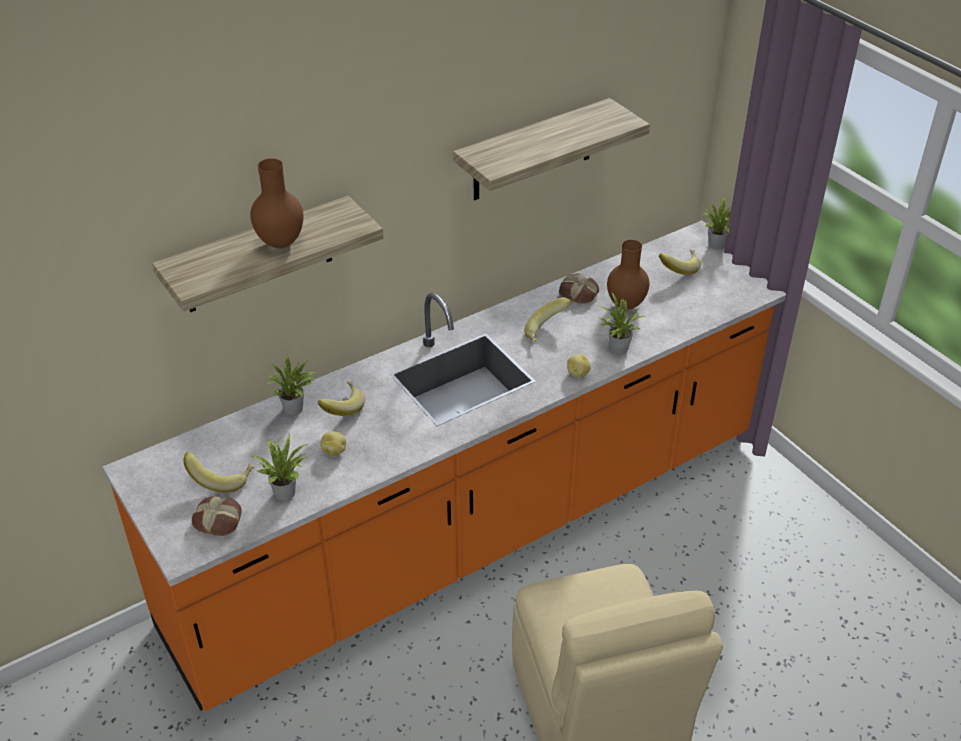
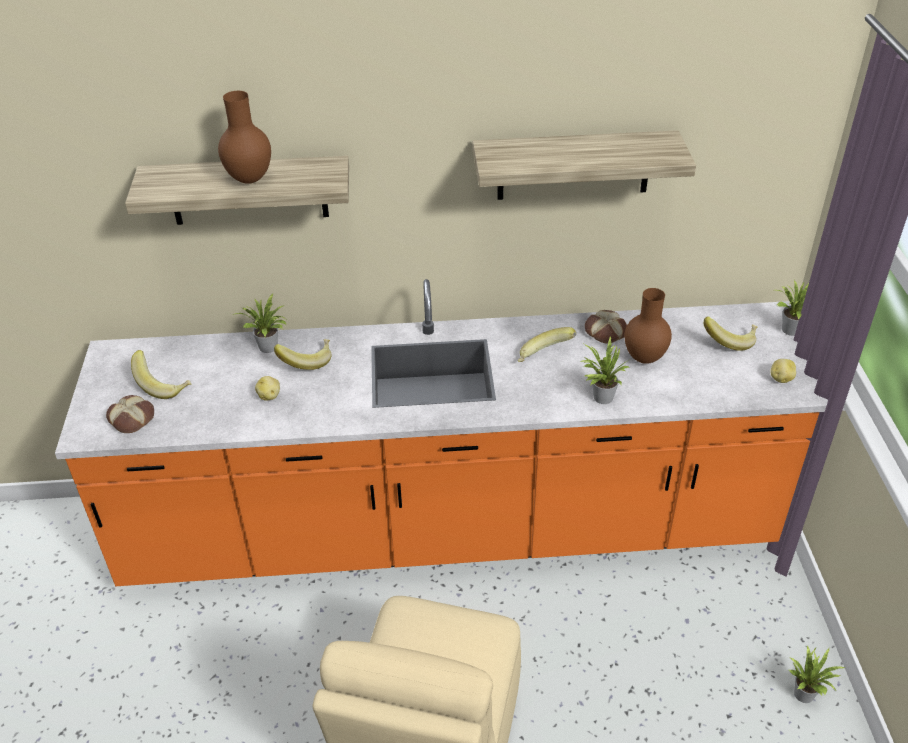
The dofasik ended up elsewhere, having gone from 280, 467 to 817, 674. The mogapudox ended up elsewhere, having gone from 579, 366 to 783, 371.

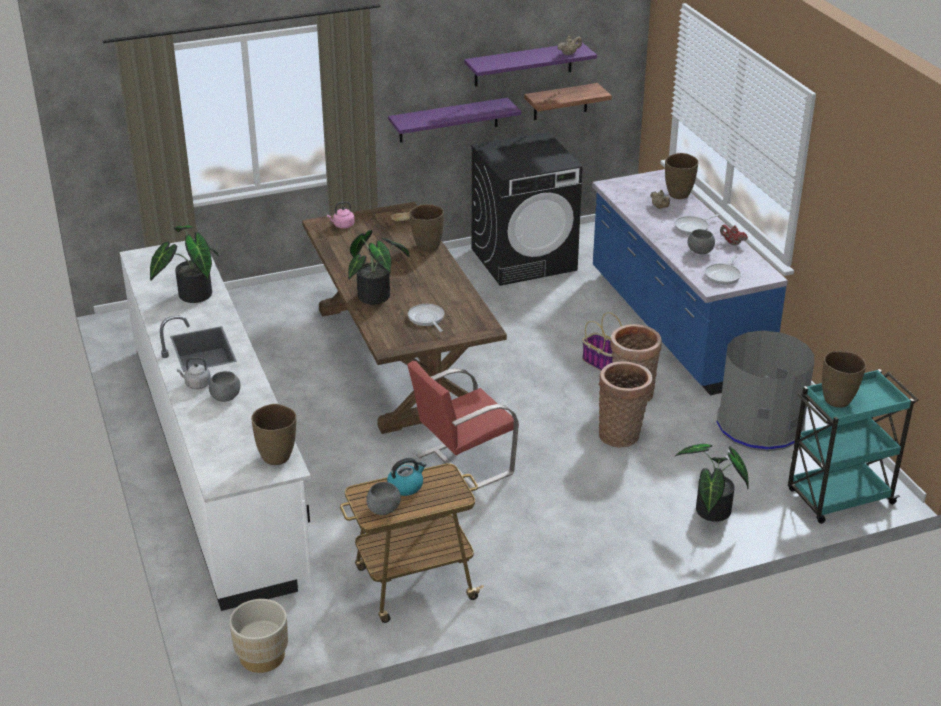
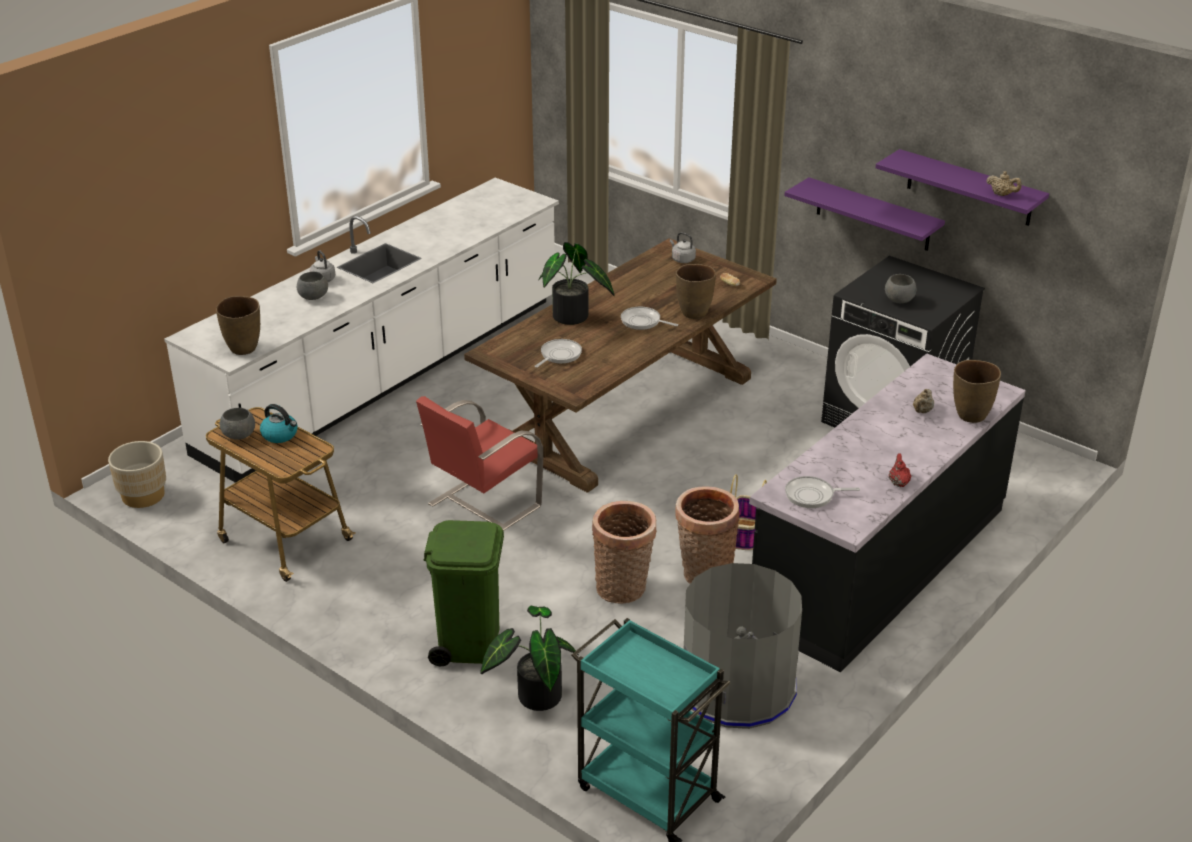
The second view lost the dofasik at 184, 264. The second view lost the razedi at 568, 101. The second view lost the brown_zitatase at 844, 379. The second view gained the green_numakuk at 464, 593. The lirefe ended up elsewhere, having gone from 697, 224 to 649, 318. The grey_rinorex ended up elsewhere, having gone from 701, 241 to 900, 288. What was the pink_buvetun at 341, 215 turned into the grey_buvetun at 683, 247. What was the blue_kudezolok at 690, 282 turned into the black_kudezolok at 887, 512. The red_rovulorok at 463, 425 ended up facing another way, 75 degrees counterclockwise from before.

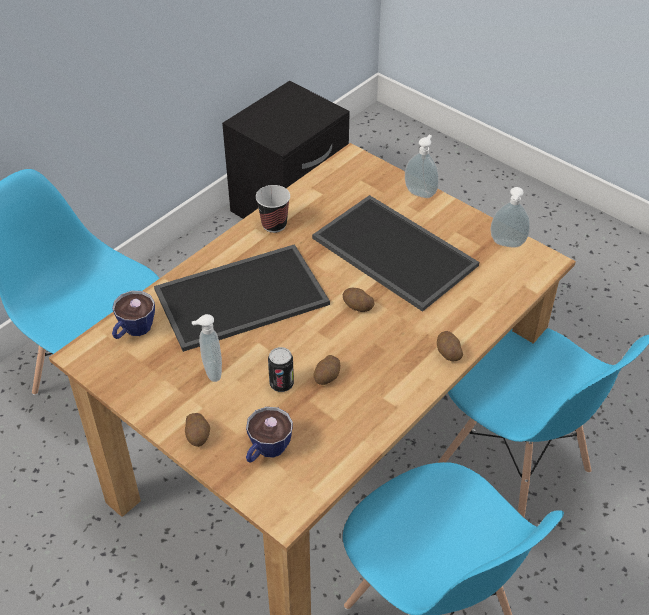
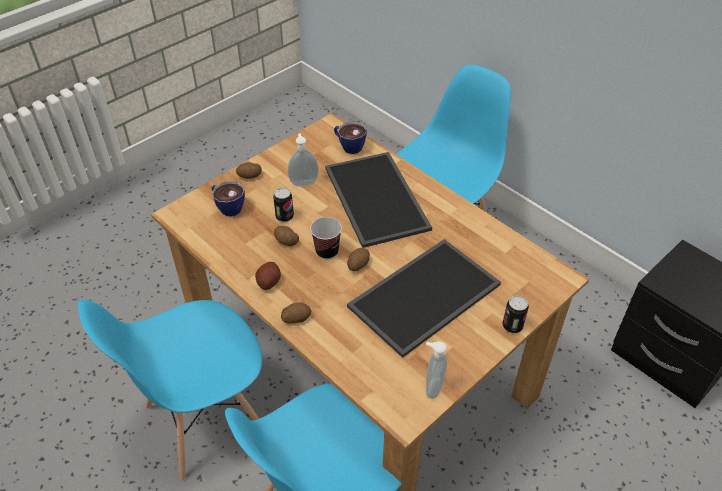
The second view gained the mogapudox at 268, 276. The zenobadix ended up elsewhere, having gone from 273, 209 to 326, 238. Where the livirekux stood at 422, 166, the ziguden came to stand at 516, 314.

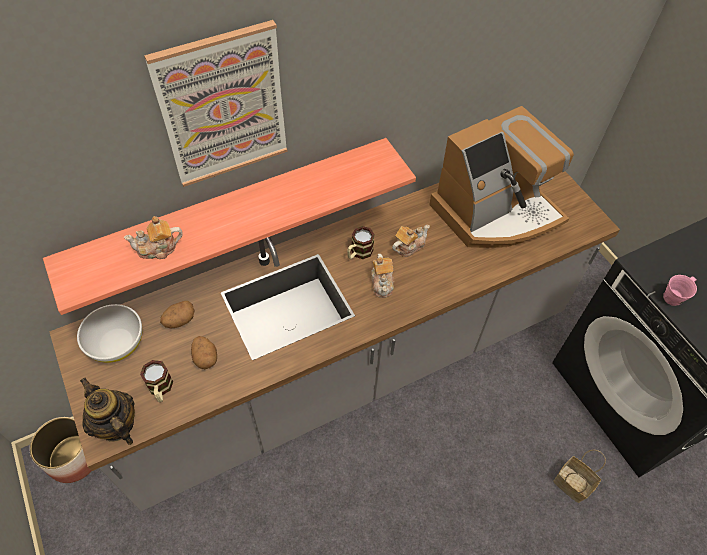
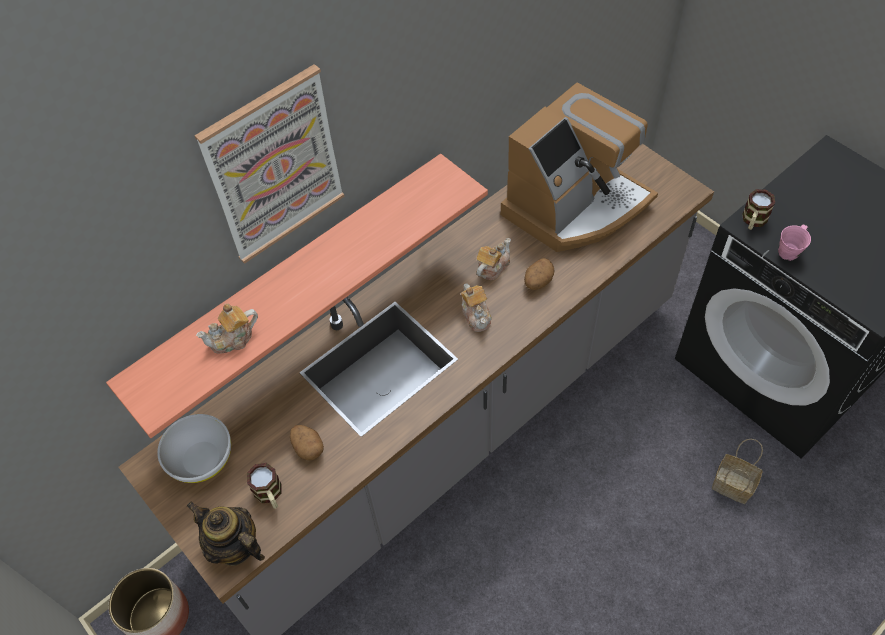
The mogapudox ended up elsewhere, having gone from 177, 314 to 539, 274. The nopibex ended up elsewhere, having gone from 360, 242 to 758, 209.

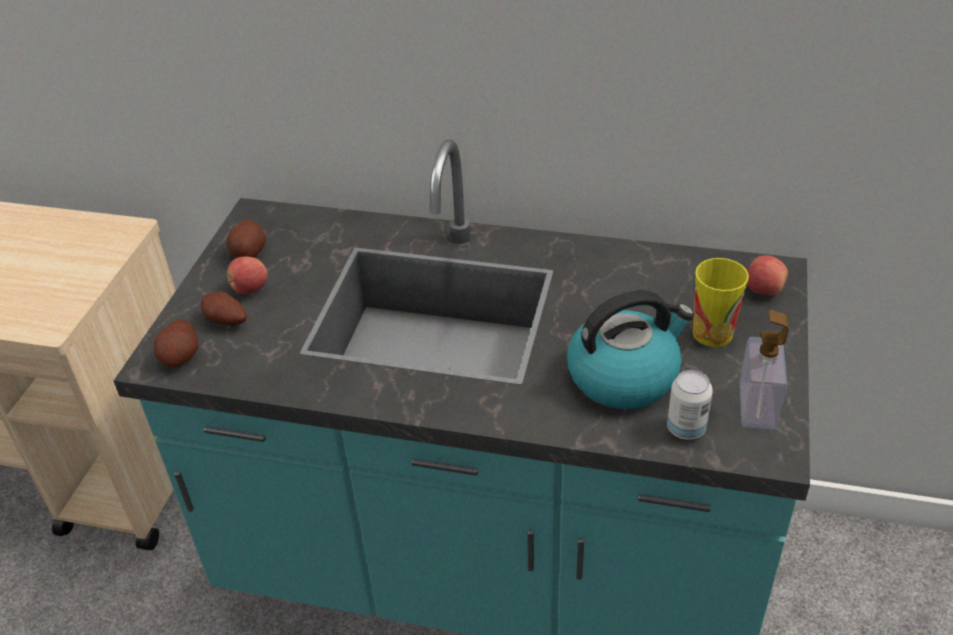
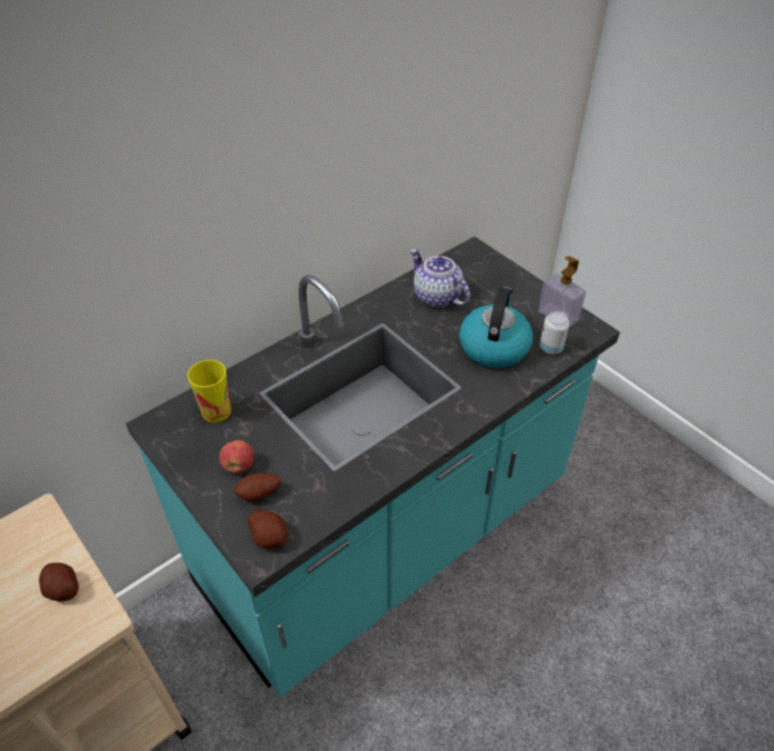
The second view lost the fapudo at 767, 275. The second view gained the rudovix at 440, 278. The mogapudox ended up elsewhere, having gone from 246, 239 to 59, 582. The zenobadix ended up elsewhere, having gone from 721, 302 to 209, 391.

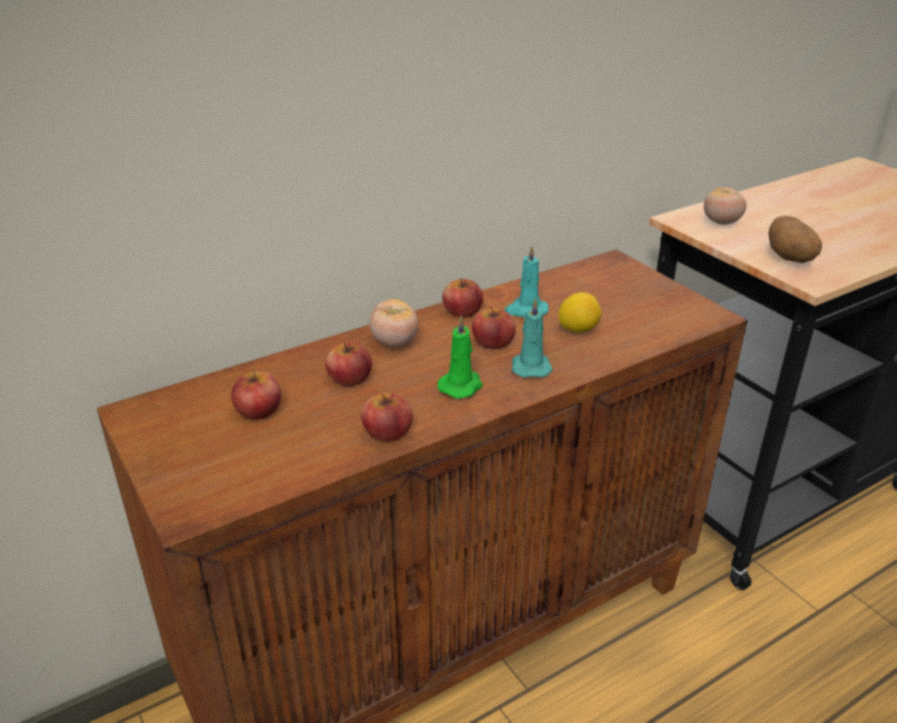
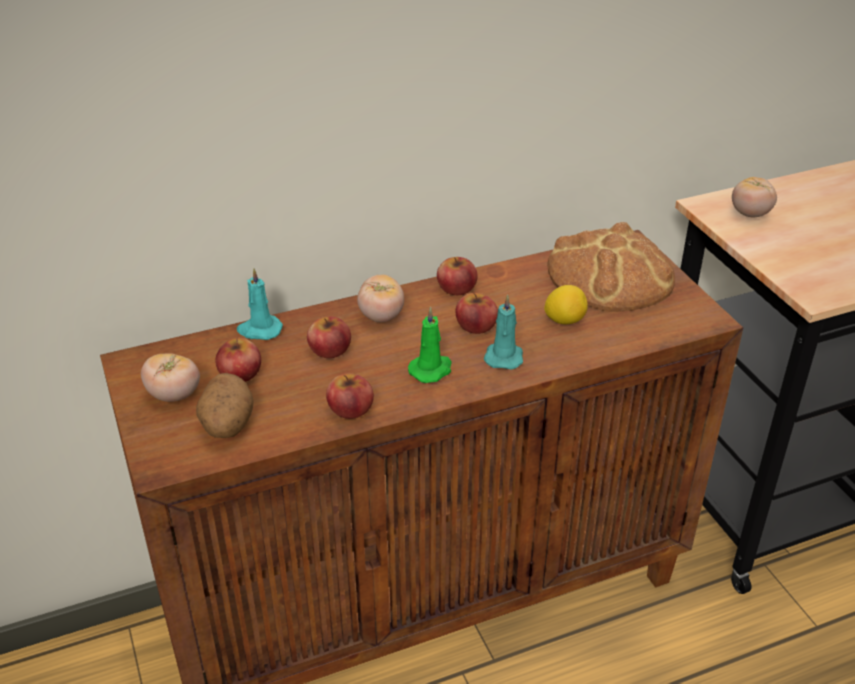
The second view gained the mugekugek at 170, 377. The second view gained the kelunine at 611, 267. The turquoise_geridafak ended up elsewhere, having gone from 526, 281 to 260, 304. The mogapudox ended up elsewhere, having gone from 795, 239 to 225, 405.

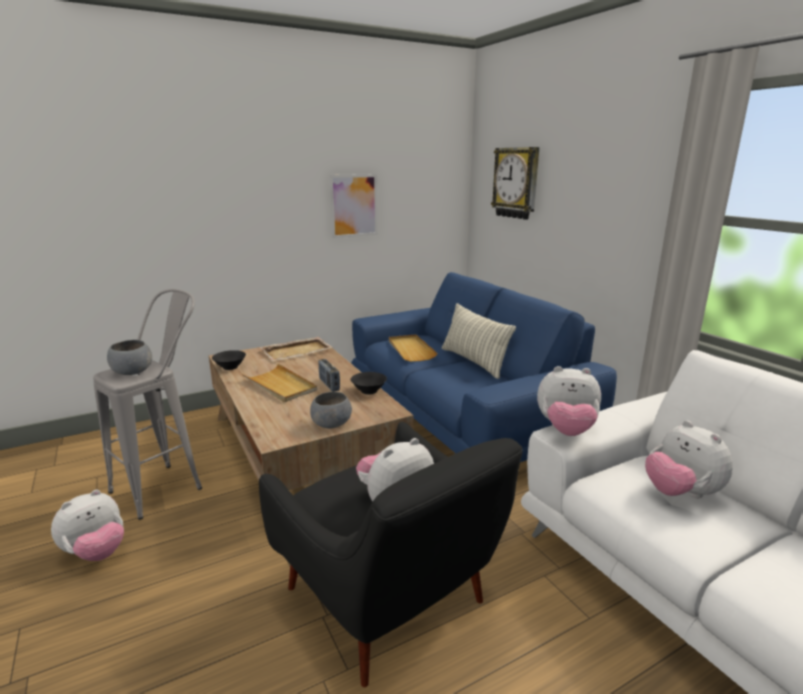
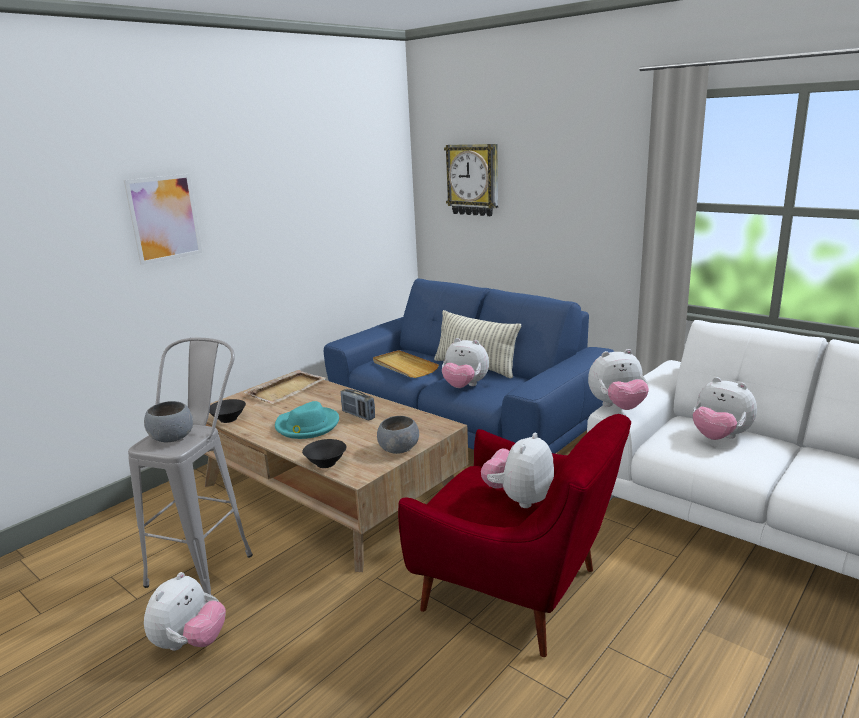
The second view gained the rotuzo at 465, 363. The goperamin ended up elsewhere, having gone from 353, 206 to 163, 219. The black_rinorex ended up elsewhere, having gone from 369, 383 to 324, 453. Where the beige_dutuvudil stood at 279, 383, the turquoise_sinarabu came to stand at 307, 420. What was the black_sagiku at 391, 554 turned into the red_sagiku at 514, 535.

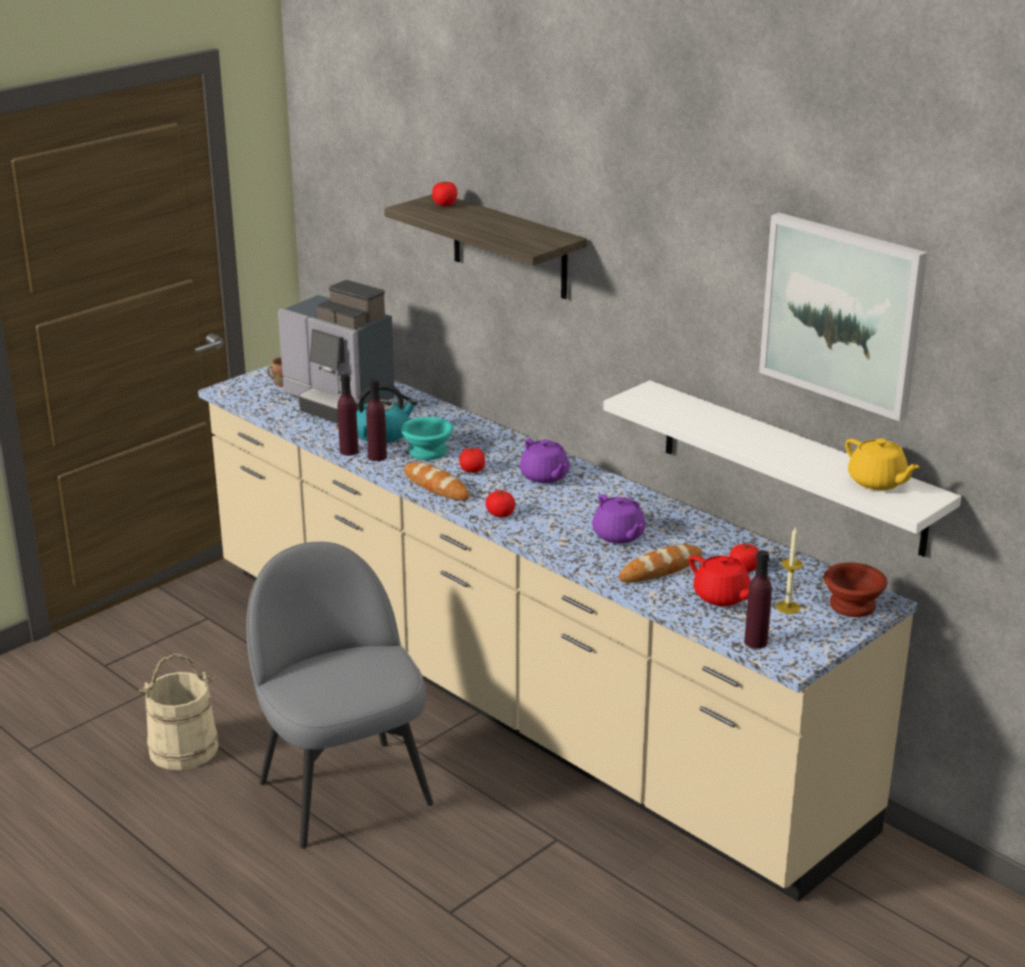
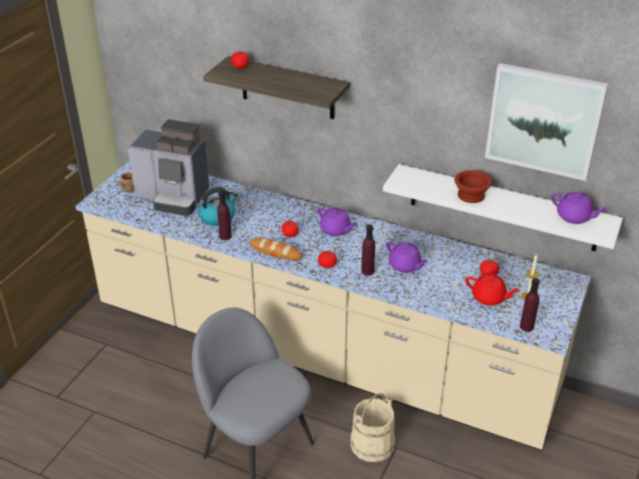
The second view lost the turquoise_rinorex at 427, 438. The second view lost the kelunine at 660, 563. The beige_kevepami ended up elsewhere, having gone from 179, 712 to 372, 427. The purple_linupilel ended up elsewhere, having gone from 348, 415 to 368, 250. The brown_rinorex ended up elsewhere, having gone from 855, 590 to 473, 186. What was the yellow_rudovix at 882, 464 turned into the purple_rudovix at 579, 208.

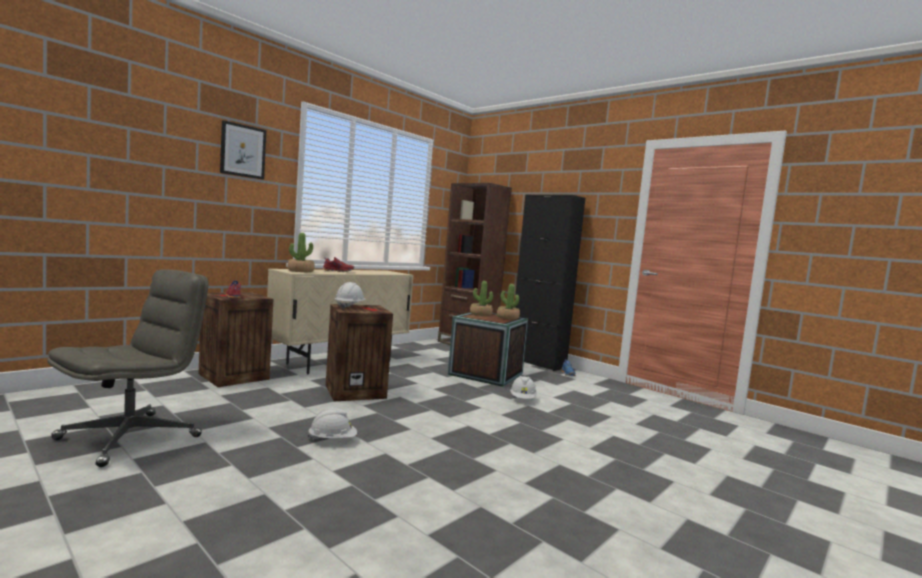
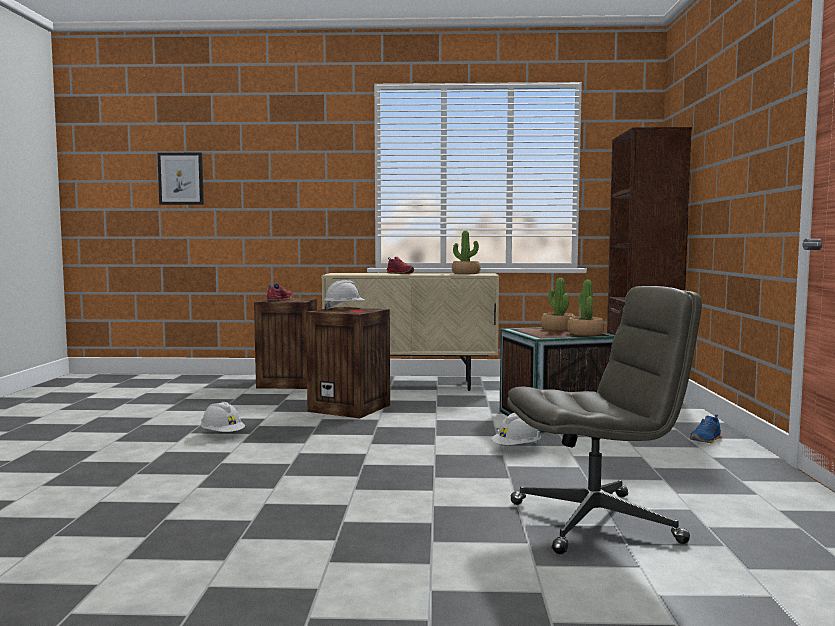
The second view lost the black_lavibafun at 550, 283. The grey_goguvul ended up elsewhere, having gone from 128, 368 to 604, 420. The goperamin ended up elsewhere, having gone from 243, 150 to 180, 179. The dofasik ended up elsewhere, having gone from 301, 252 to 466, 252.

